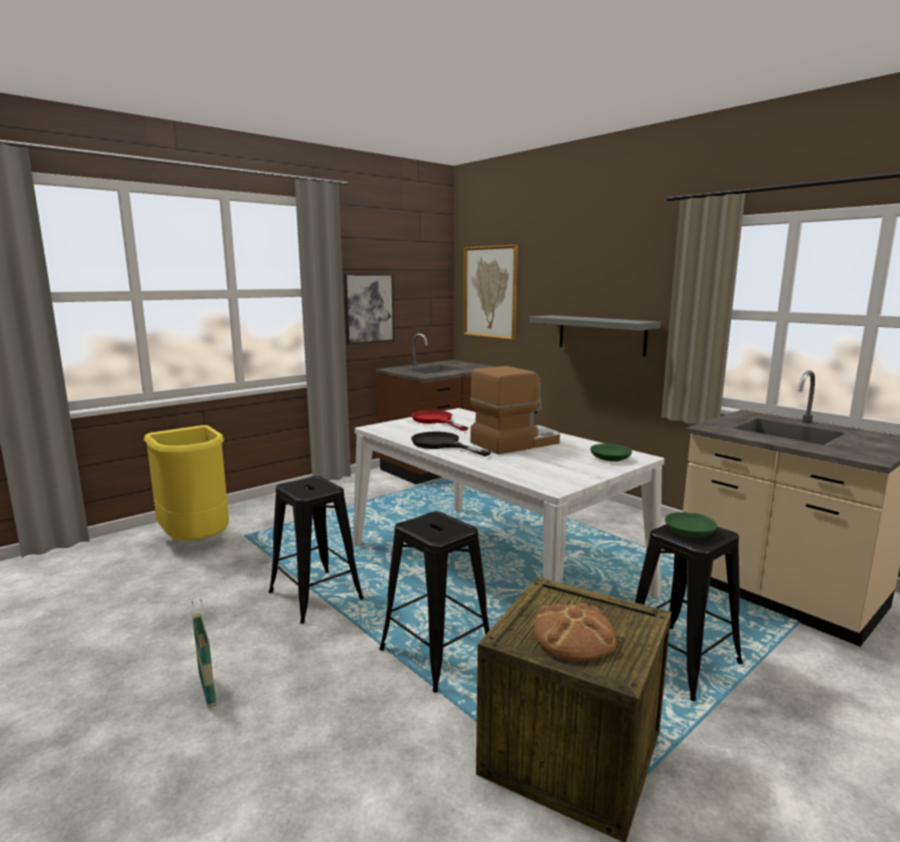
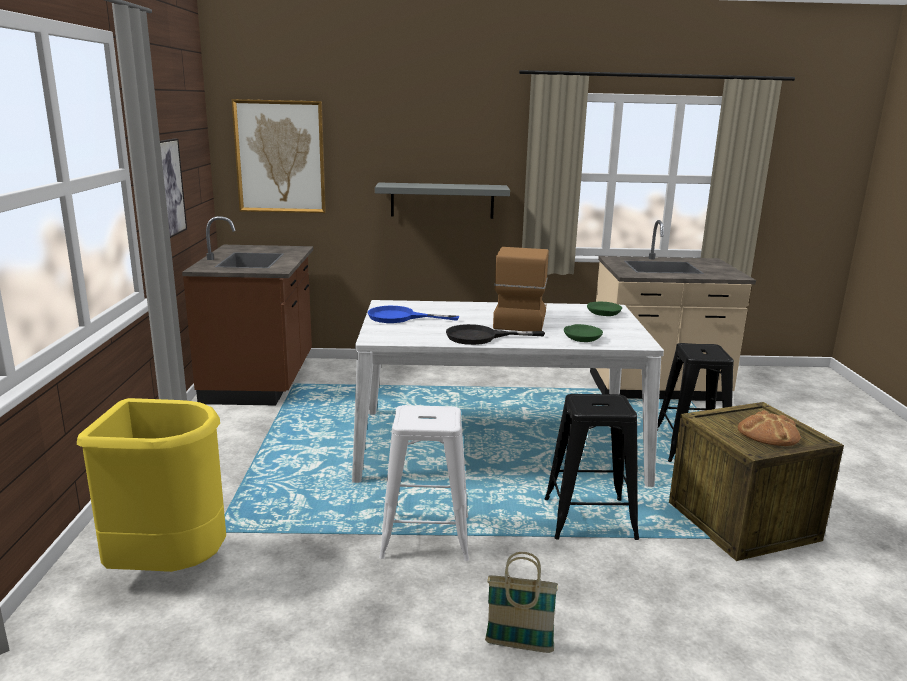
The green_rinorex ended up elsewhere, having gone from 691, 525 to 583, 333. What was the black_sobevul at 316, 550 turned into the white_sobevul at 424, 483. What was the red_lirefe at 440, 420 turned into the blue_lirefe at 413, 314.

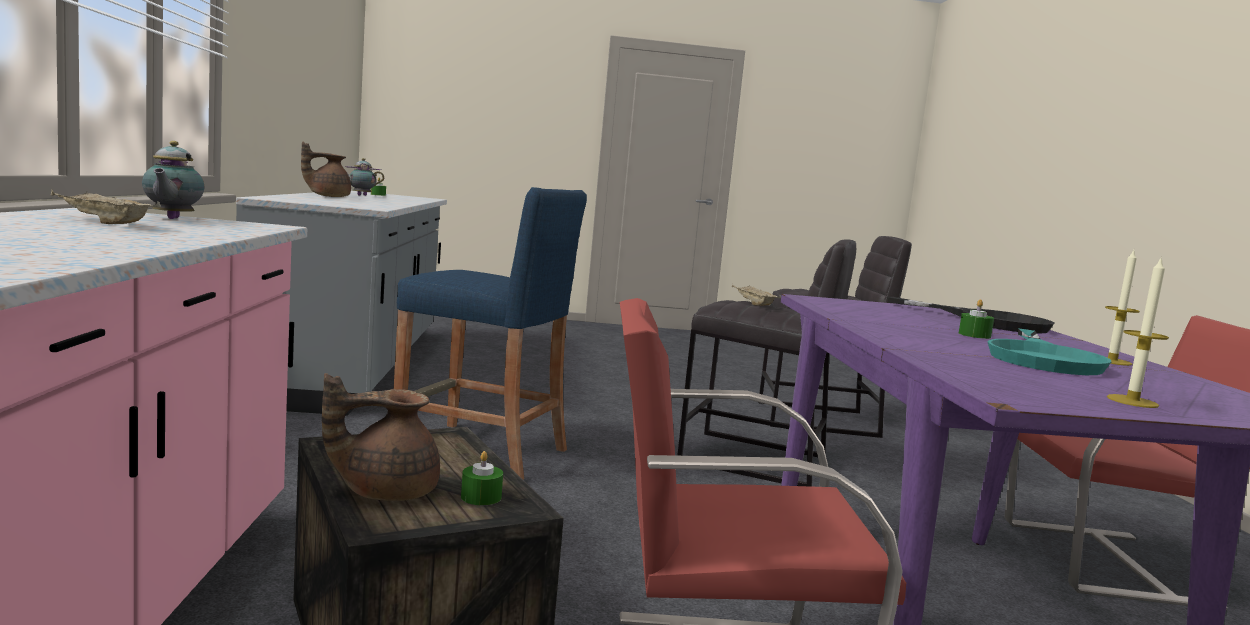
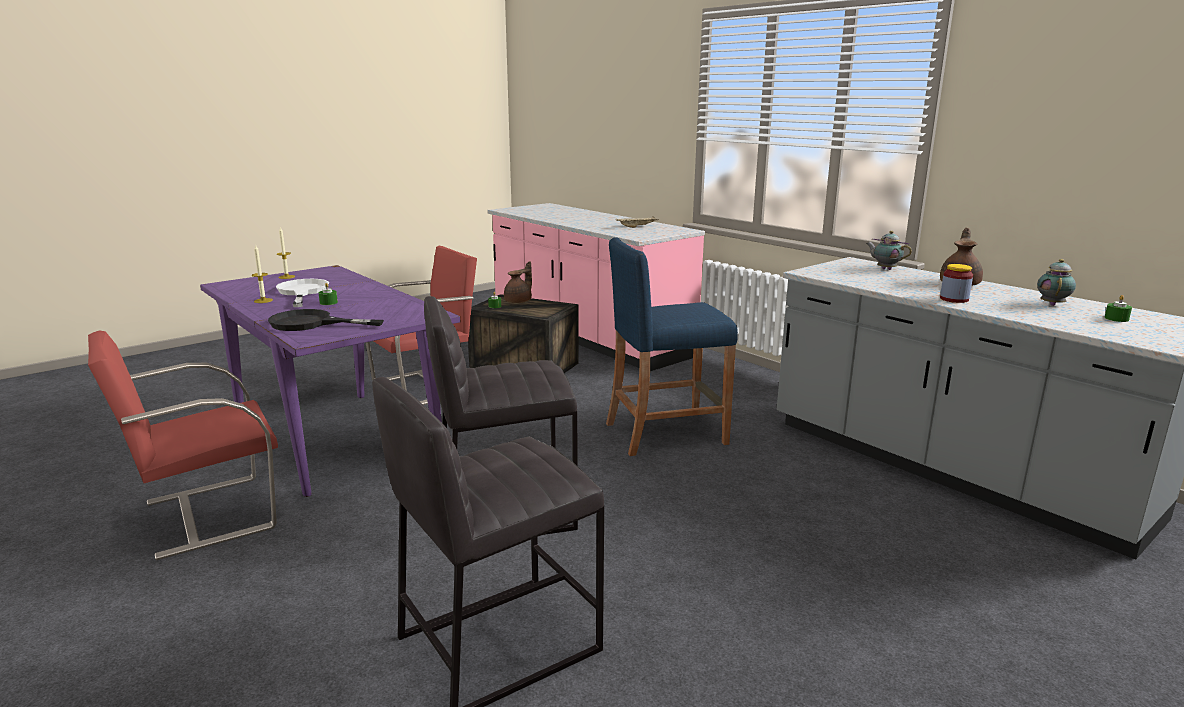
The second view lost the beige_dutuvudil at 756, 295. The second view gained the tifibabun at 956, 283. The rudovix ended up elsewhere, having gone from 173, 180 to 889, 250. What was the turquoise_lirefe at 1049, 351 turned into the white_lirefe at 302, 293.

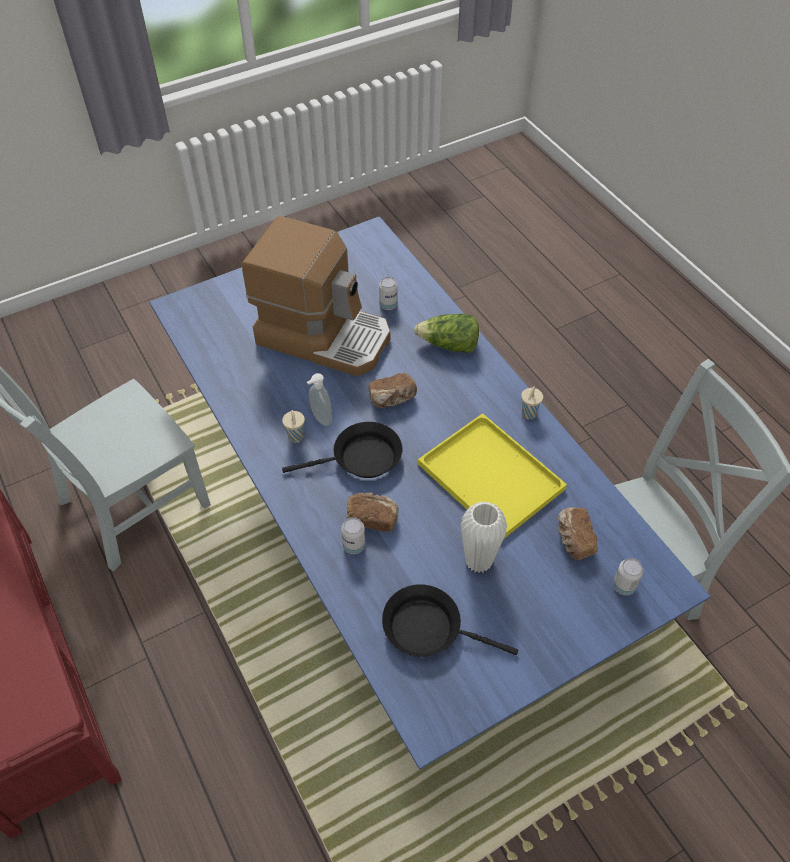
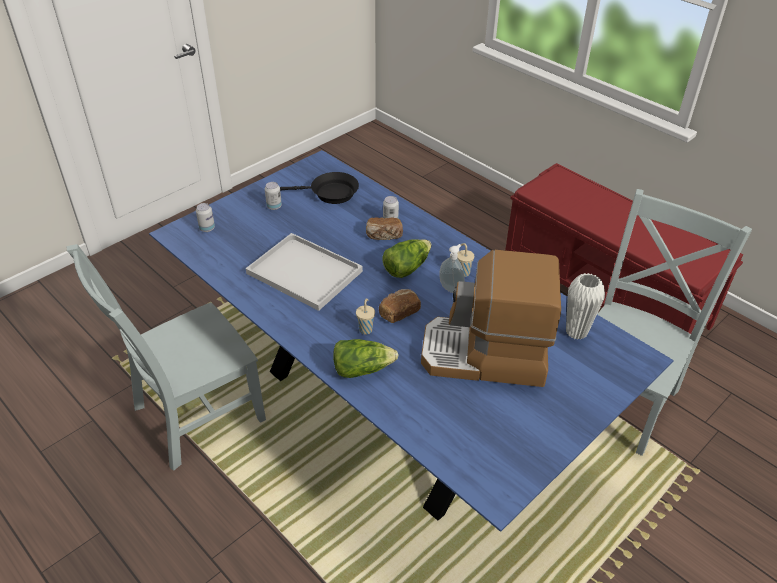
The second view lost the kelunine at 578, 534. The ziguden ended up elsewhere, having gone from 388, 293 to 273, 196. The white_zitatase ended up elsewhere, having gone from 483, 537 to 585, 306. The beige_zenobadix ended up elsewhere, having gone from 532, 403 to 365, 317. Where the black_lirefe stood at 342, 450, the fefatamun came to stand at 406, 258. What was the yellow_dutuvudil at 492, 475 turned into the white_dutuvudil at 304, 272.

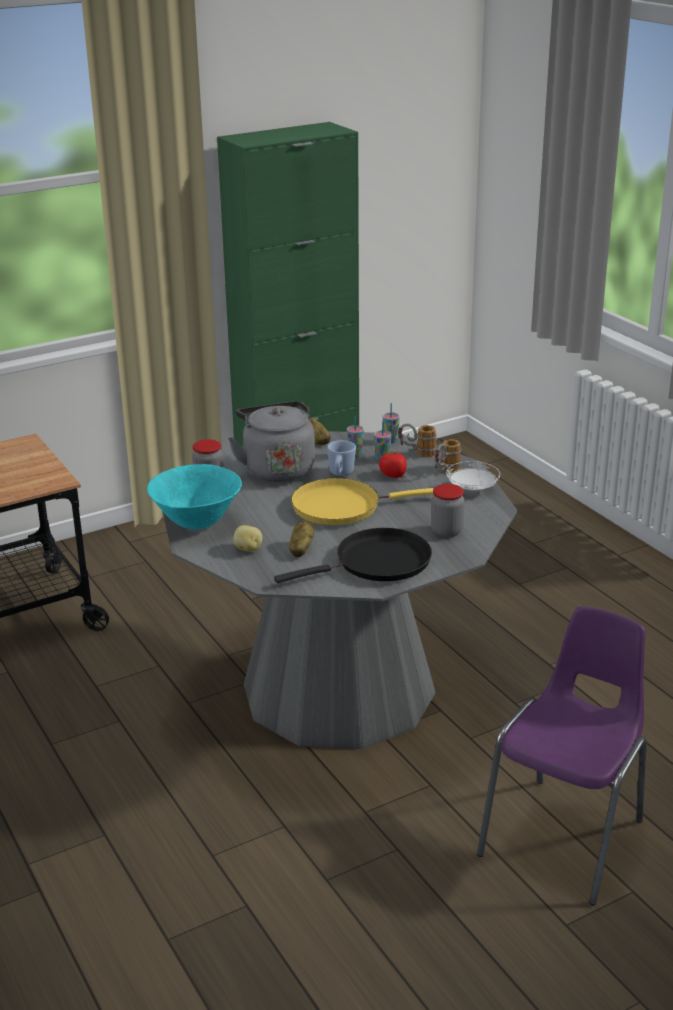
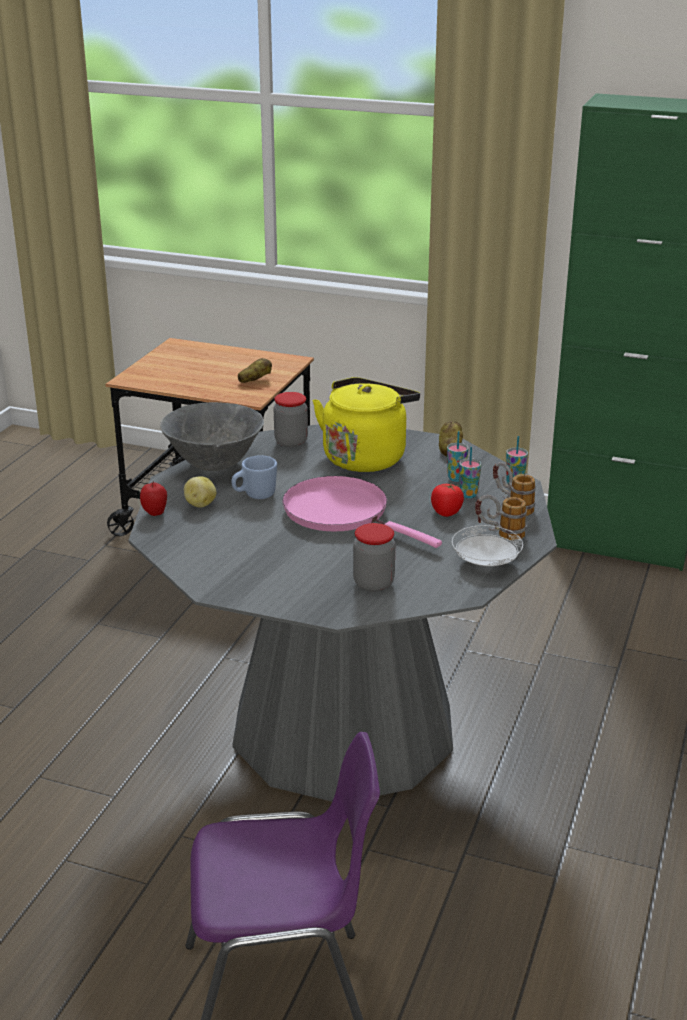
The second view lost the black_lirefe at 353, 555. The second view gained the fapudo at 153, 498. The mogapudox ended up elsewhere, having gone from 301, 539 to 255, 370. The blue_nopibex ended up elsewhere, having gone from 341, 458 to 254, 477. What was the turquoise_rinorex at 194, 497 turned into the grey_rinorex at 212, 436. What was the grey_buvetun at 271, 441 turned into the yellow_buvetun at 366, 424. What was the yellow_lirefe at 362, 501 turned into the pink_lirefe at 362, 512.

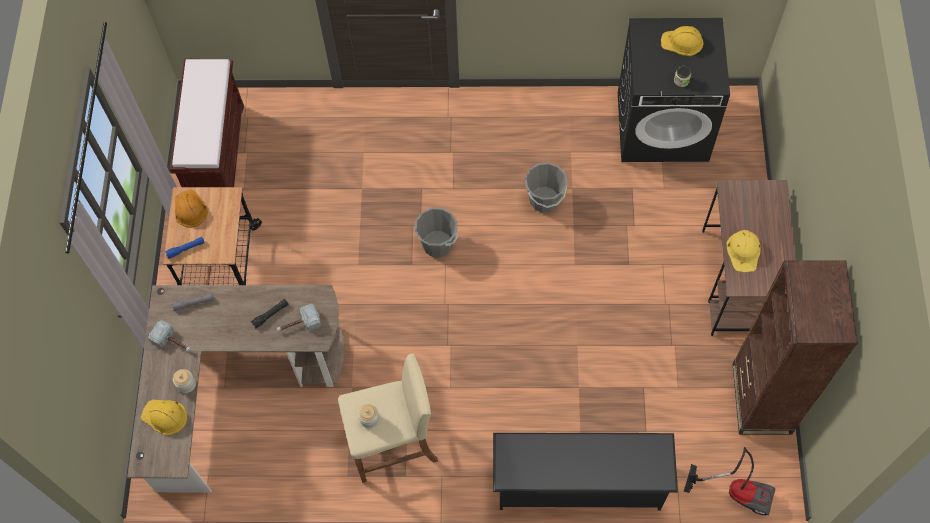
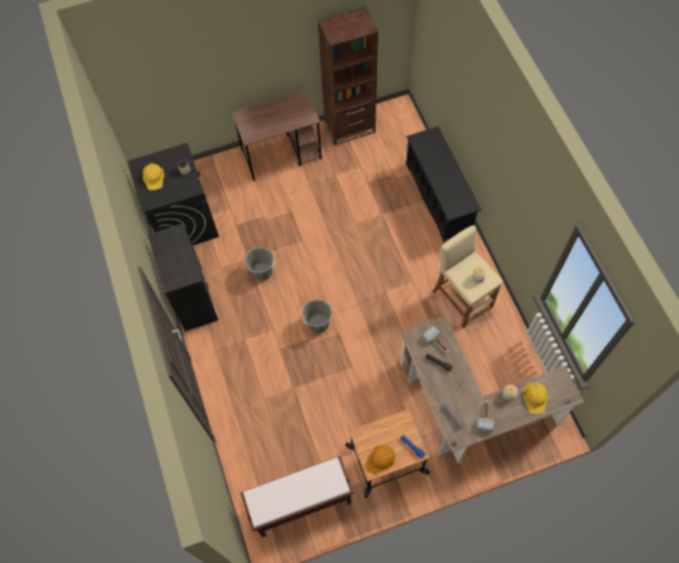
The second view lost the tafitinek at 729, 481. The second view lost the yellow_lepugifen at 743, 251. The second view gained the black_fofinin at 183, 277.

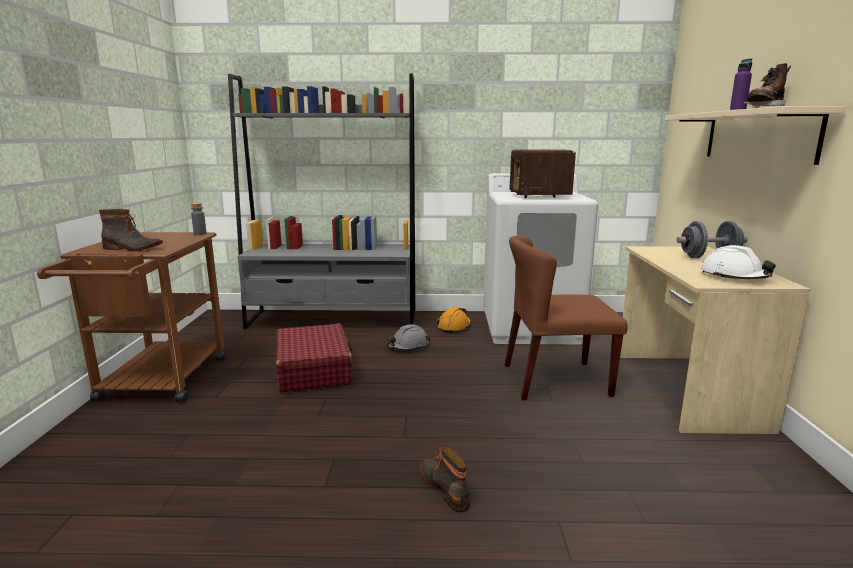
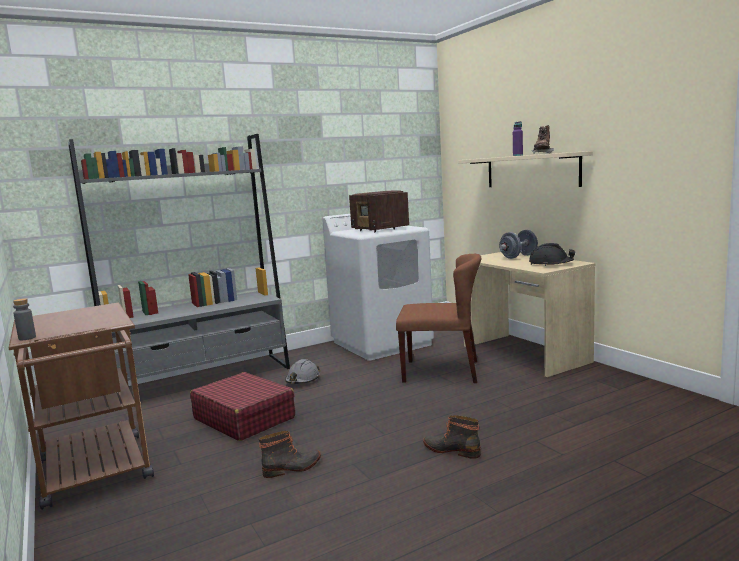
The second view lost the orange_lepugifen at 453, 319. The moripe ended up elsewhere, having gone from 131, 230 to 290, 454. The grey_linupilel ended up elsewhere, having gone from 199, 219 to 24, 319. What was the white_lepugifen at 738, 262 turned into the black_lepugifen at 552, 254. The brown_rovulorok at 566, 318 ended up facing another way, 135 degrees counterclockwise from before.

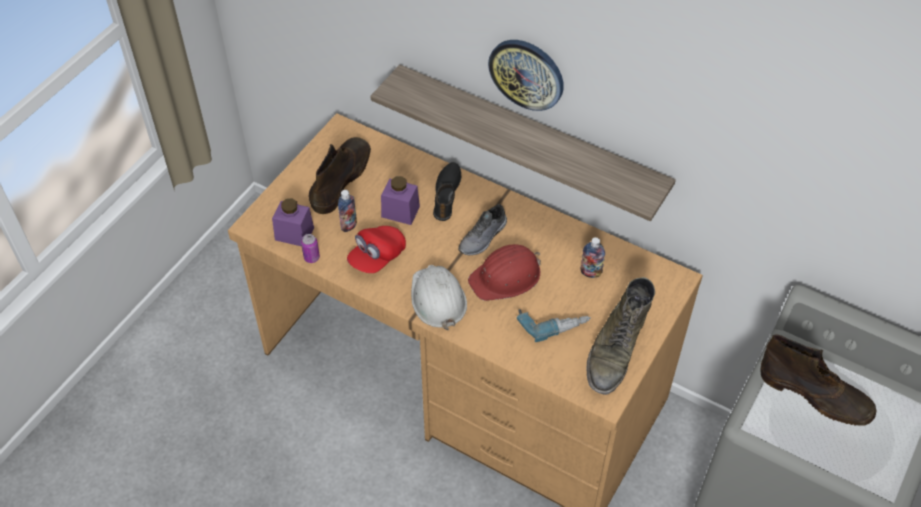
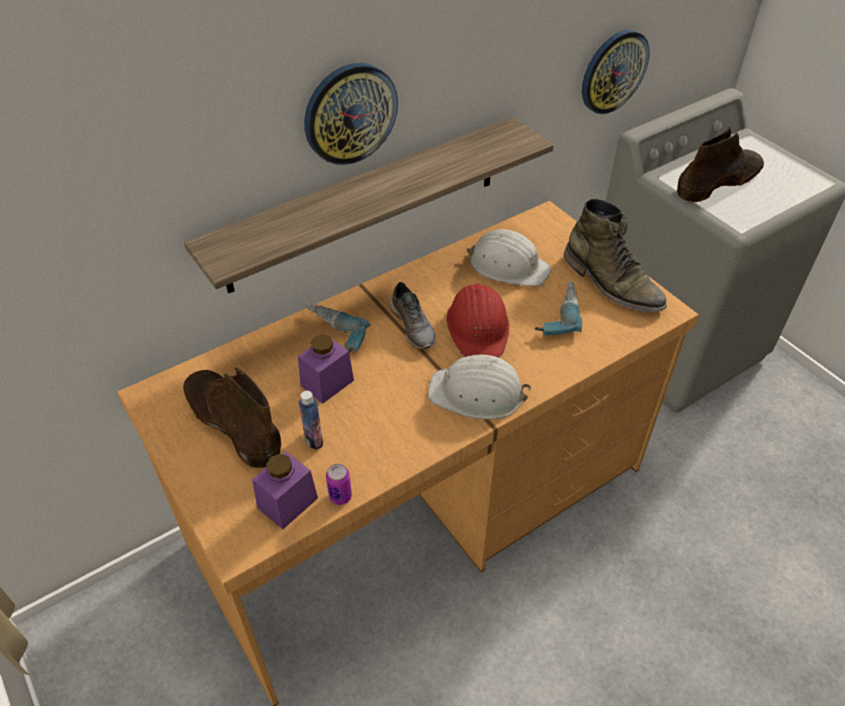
The second view lost the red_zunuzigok at 376, 249. The second view gained the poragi at 616, 72. Where the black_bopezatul stood at 447, 191, the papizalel came to stand at 338, 328. Where the linupilel stood at 592, 257, the white_lepugifen came to stand at 509, 258.

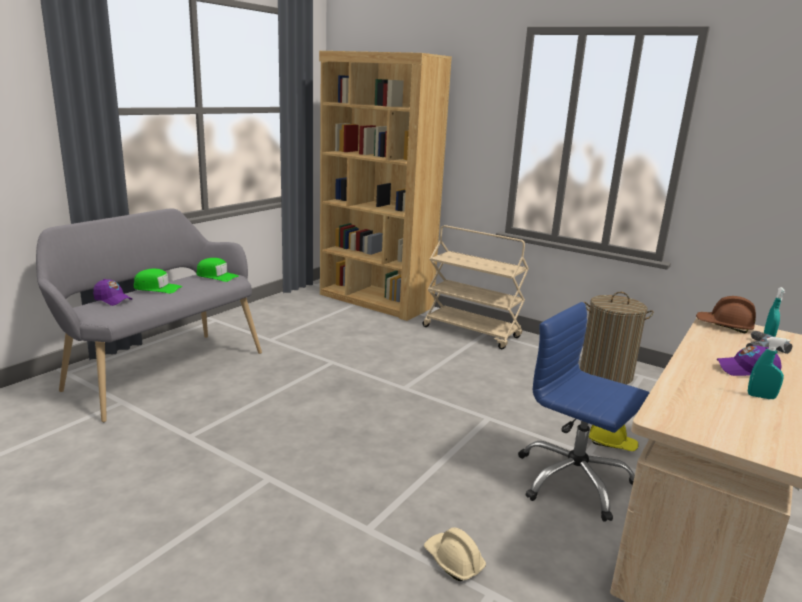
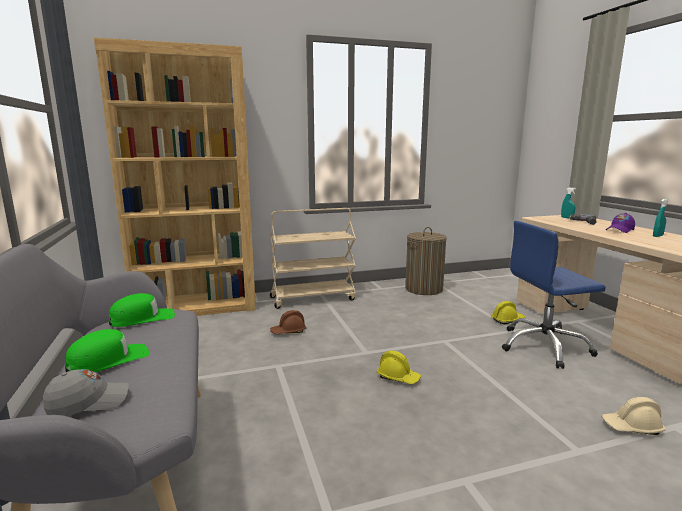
The second view gained the yellow_lepugifen at 399, 367. The brown_lepugifen ended up elsewhere, having gone from 726, 314 to 288, 322. What was the purple_zunuzigok at 112, 292 turned into the grey_zunuzigok at 86, 393.

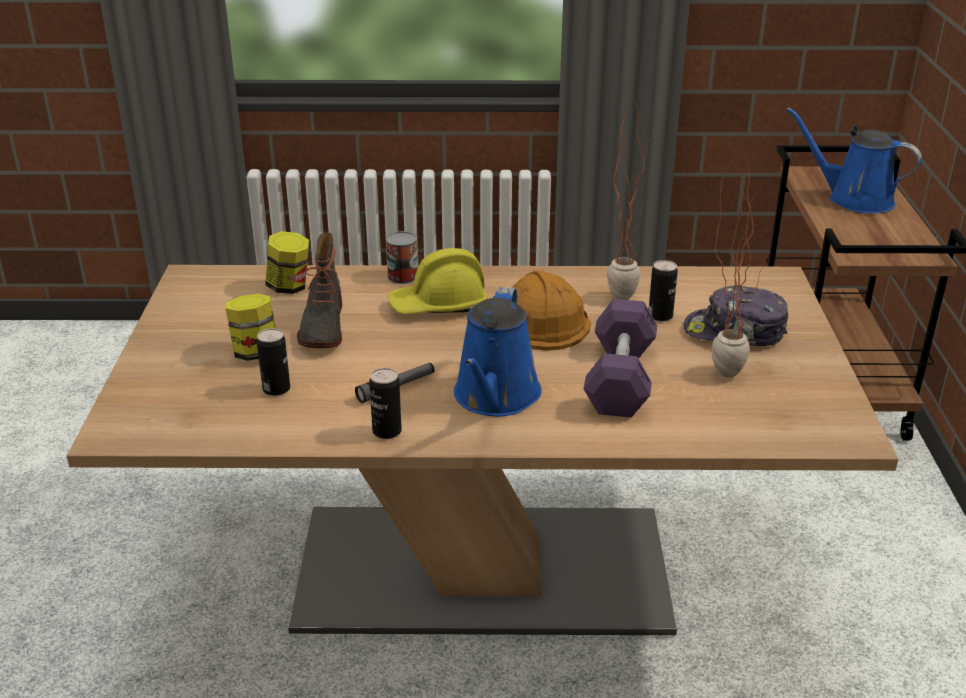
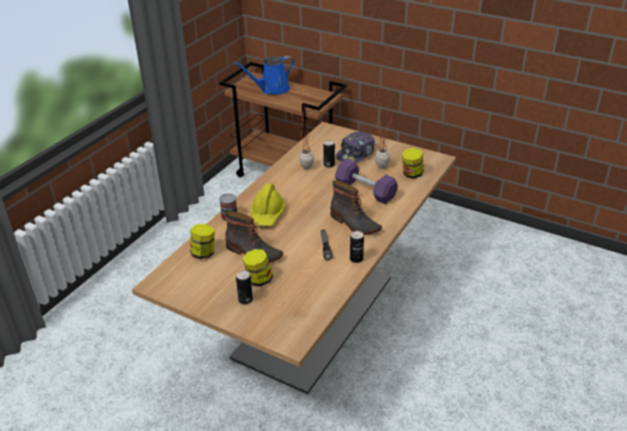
The second view lost the orange_lepugifen at 551, 310. The second view gained the tifibabun at 413, 163. The ziguden ended up elsewhere, having gone from 273, 362 to 244, 287. Where the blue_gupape stood at 498, 351, the moripe came to stand at 356, 207.

